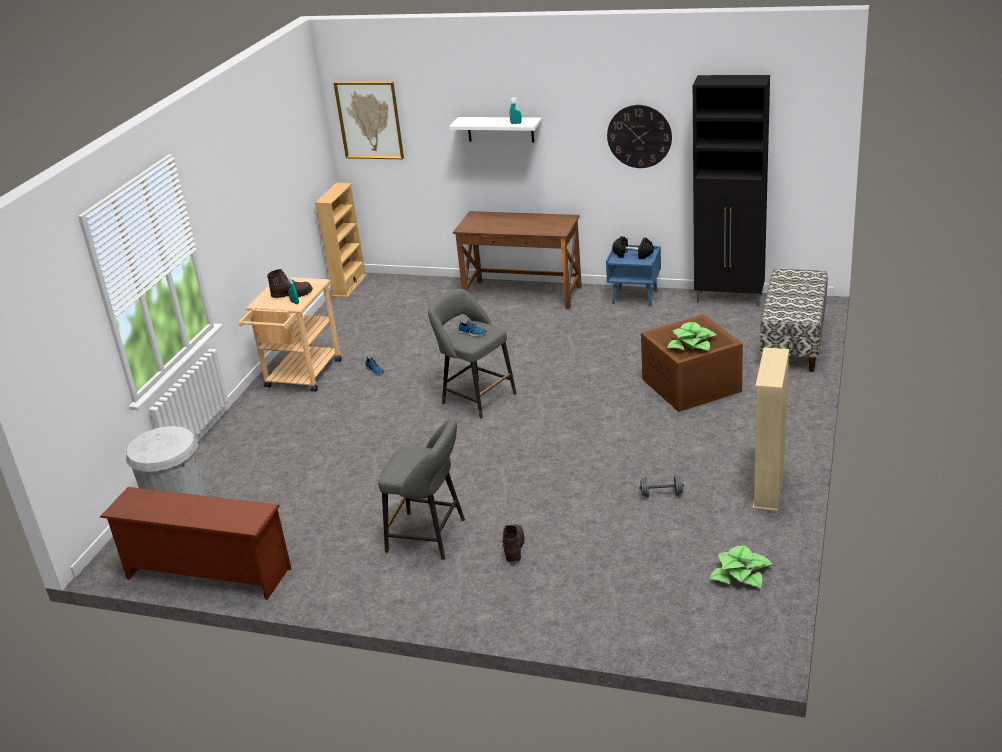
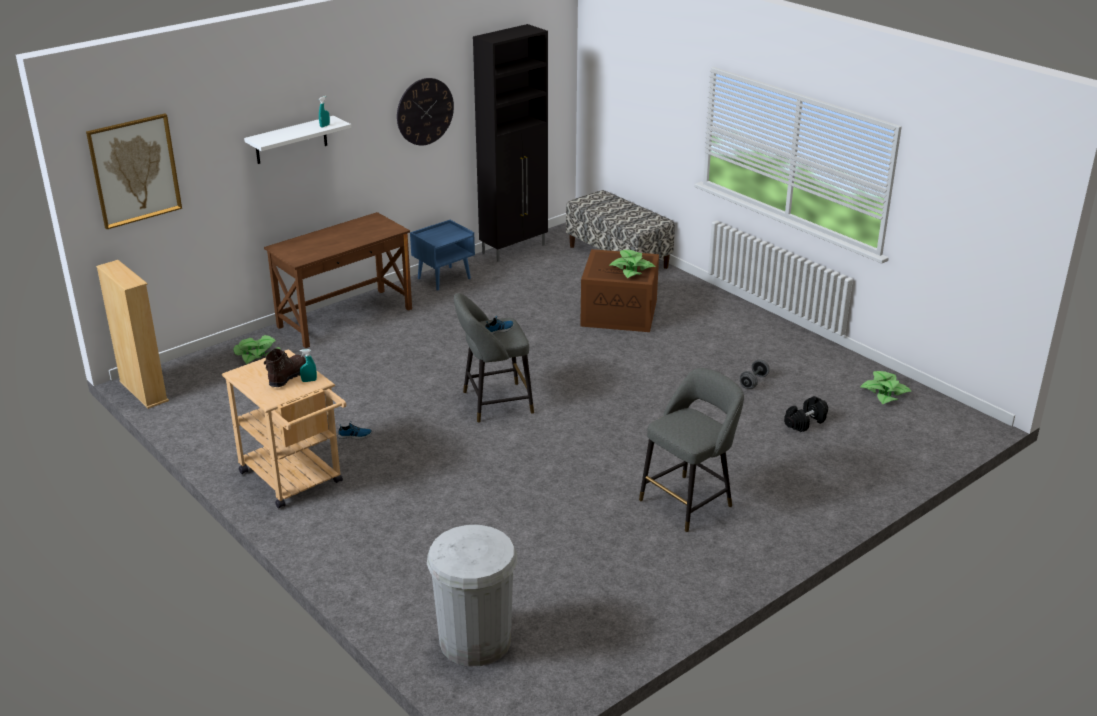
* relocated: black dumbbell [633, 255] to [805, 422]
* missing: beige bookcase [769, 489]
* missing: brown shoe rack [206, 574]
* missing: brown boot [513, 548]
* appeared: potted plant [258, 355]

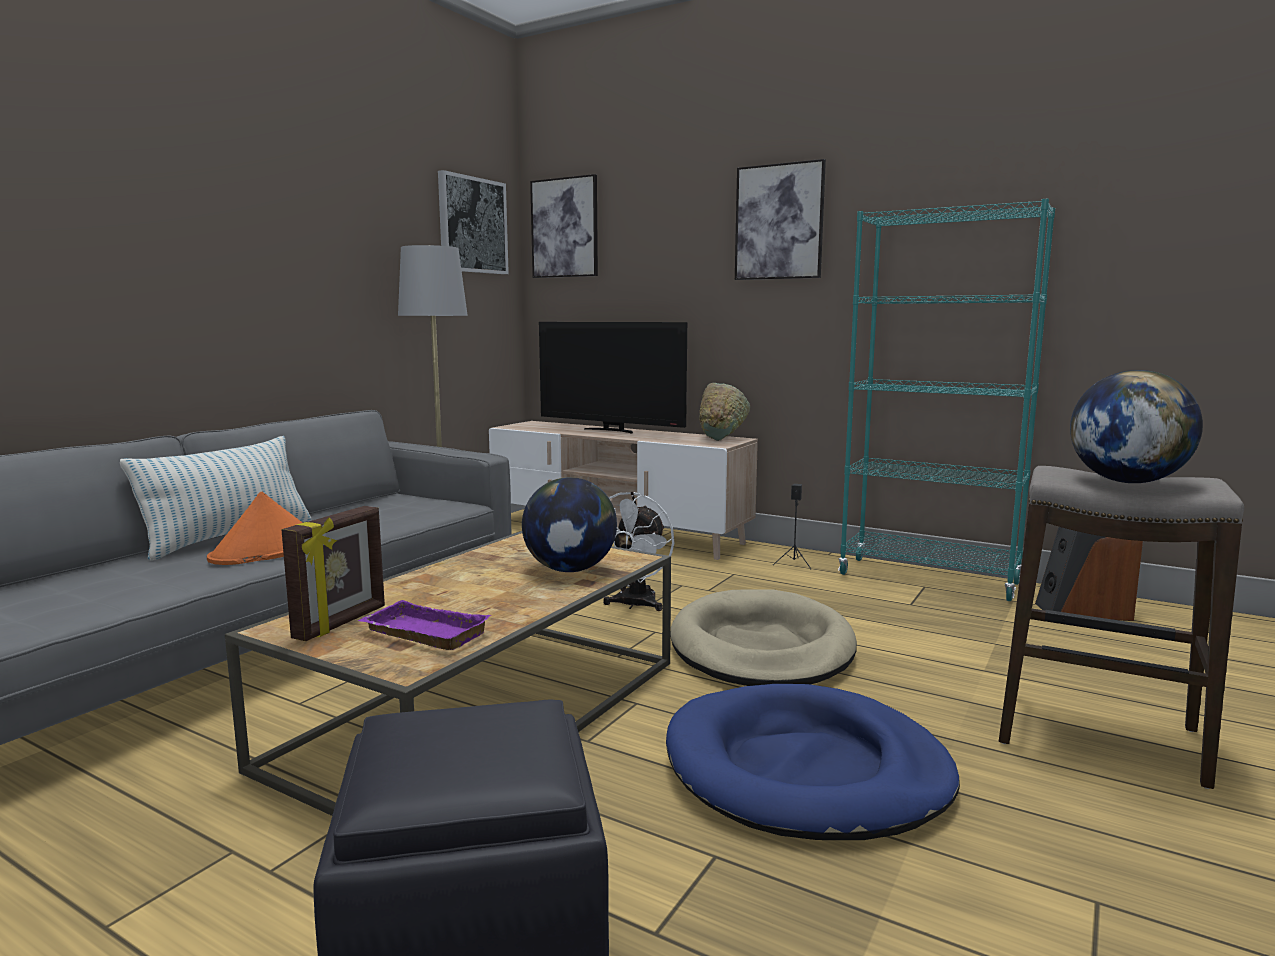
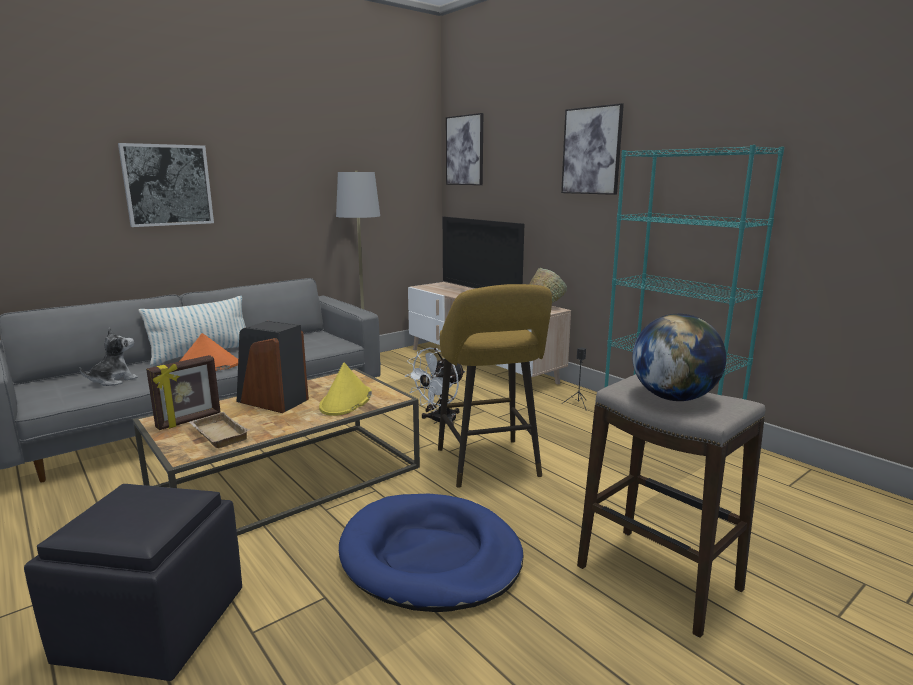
* relocated: picture [472, 225] to [167, 185]
* exchanged: globe [570, 570] to yellow hat [346, 401]
* relocated: speaker [1083, 611] to [272, 401]
* exchanged: beige dog bed [761, 647] to yellow stool [489, 465]
* colour: purple tray [421, 634] to beige tray [217, 435]
* appeared: plush toy [113, 380]

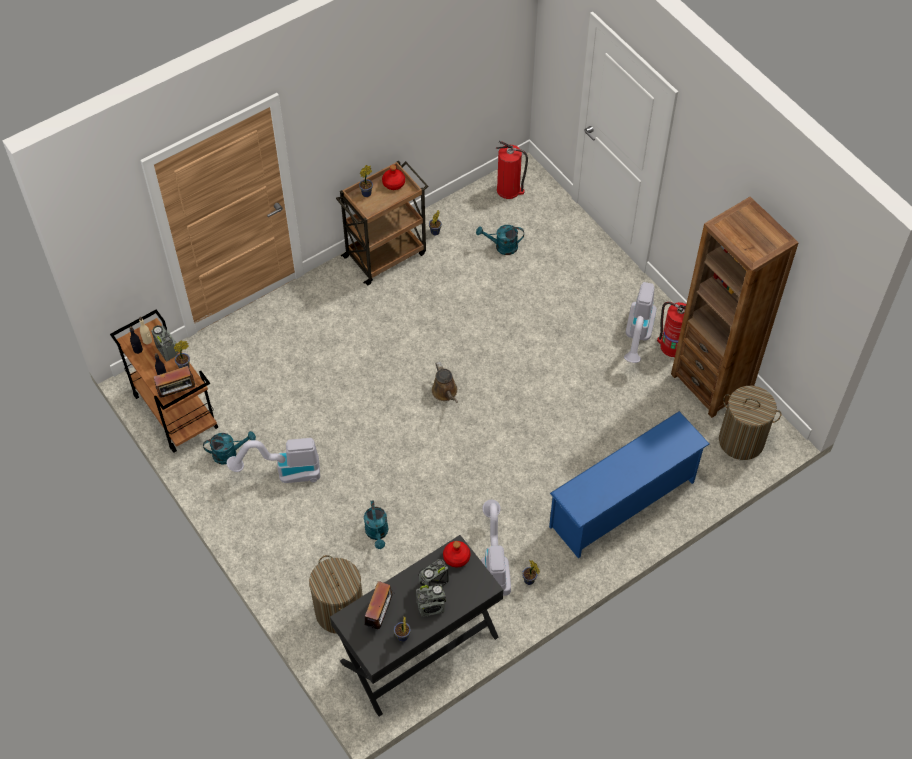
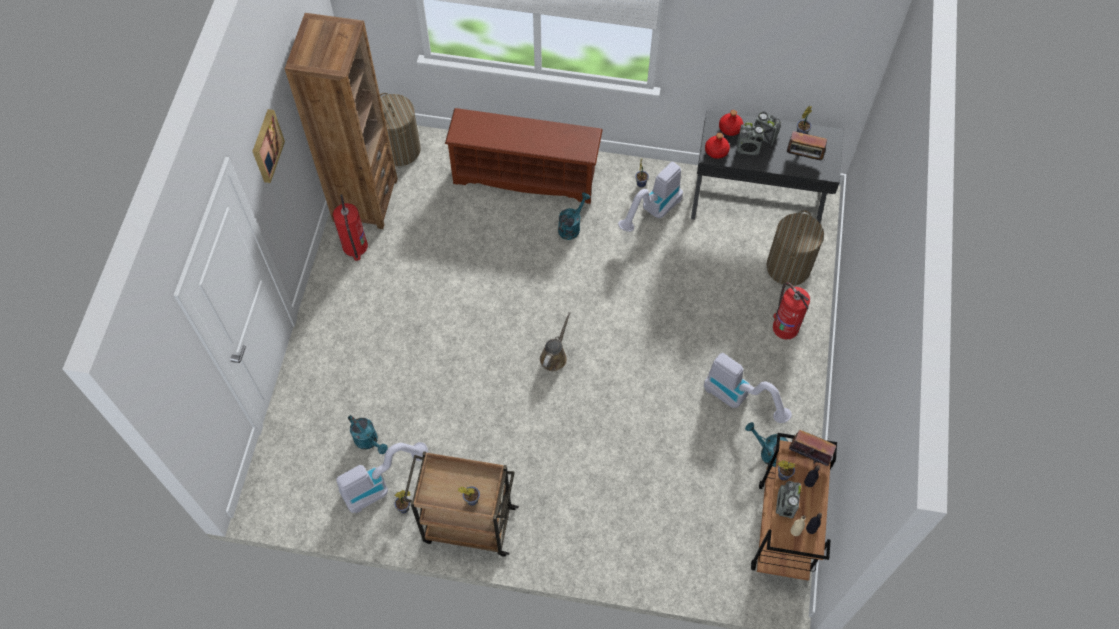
* relocated: fire extinguisher [509, 190] to [785, 327]
* relocated: red bottle [393, 183] to [730, 128]
* relocated: vacuum cleaner [637, 337] to [379, 484]
* colour: blue shoe rack [623, 505] to brown shoe rack [526, 176]
* relocated: turquoise watering can [377, 533] to [571, 226]
* spun: radio [379, 614] = [803, 158] 135 degrees counterclockwise
* appeared: picture [266, 145]

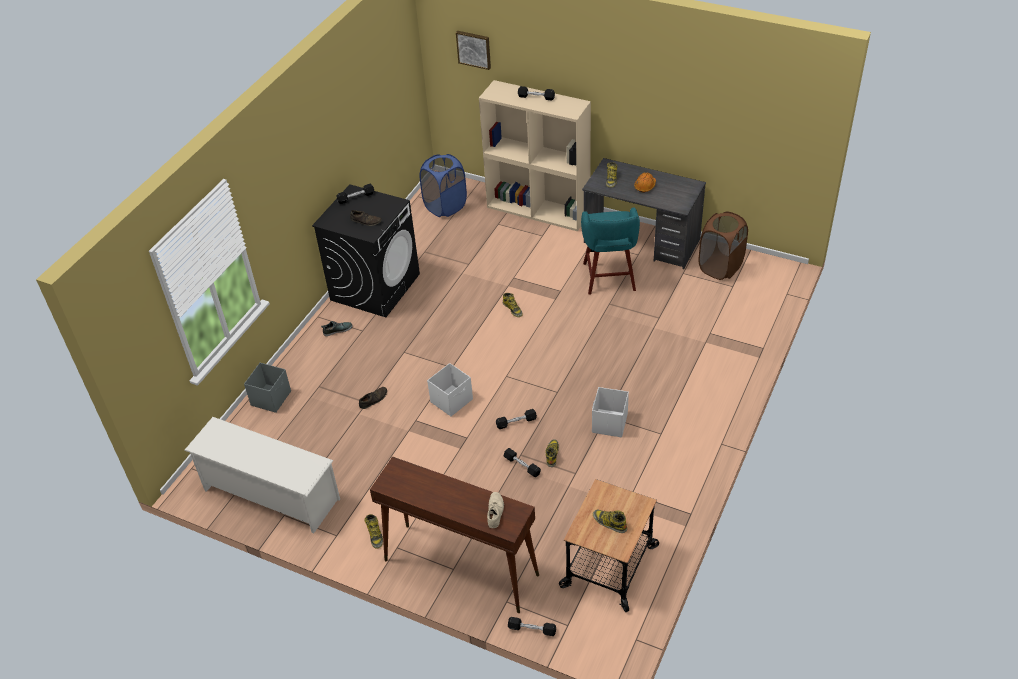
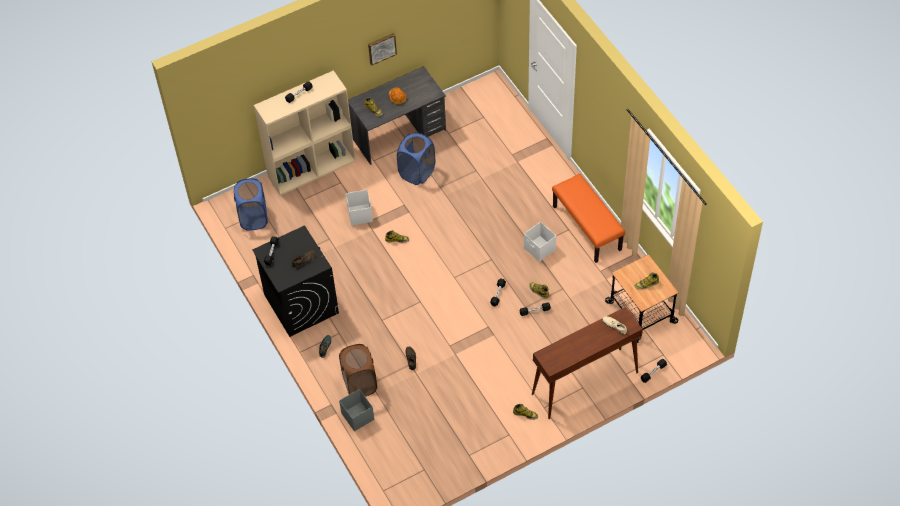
* relocated: picture [474, 49] to [381, 48]
* exchanged: turquoise stool [609, 278] to blue laundry basket [417, 172]
* relocated: brown laundry basket [720, 267] to [359, 384]
* relocated: white storage box [452, 400] to [360, 214]
* missing: white shoe rack [270, 494]
* appeared: orange bench [587, 228]

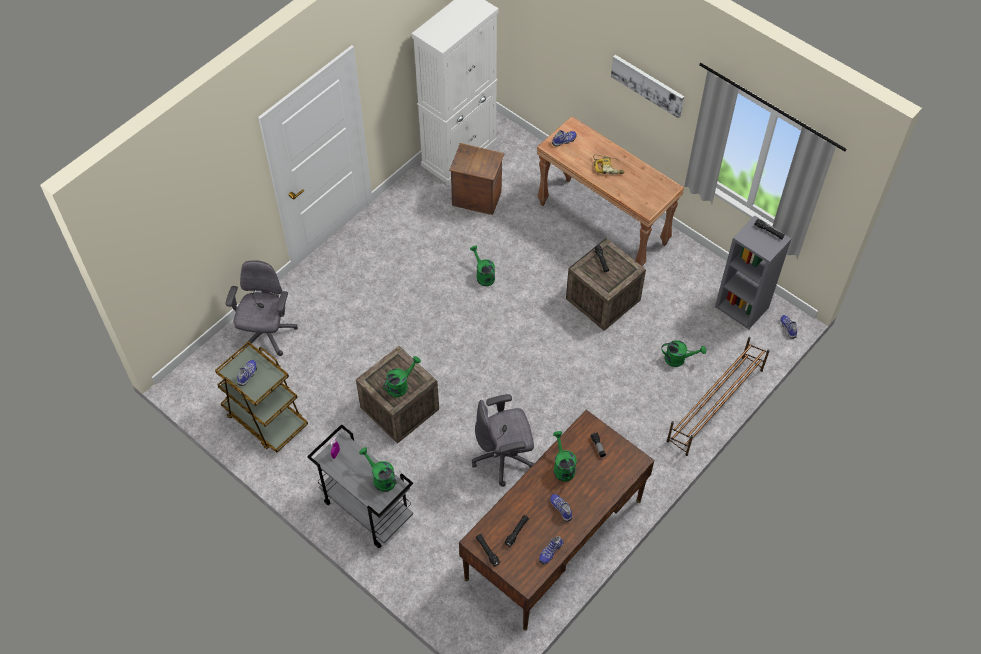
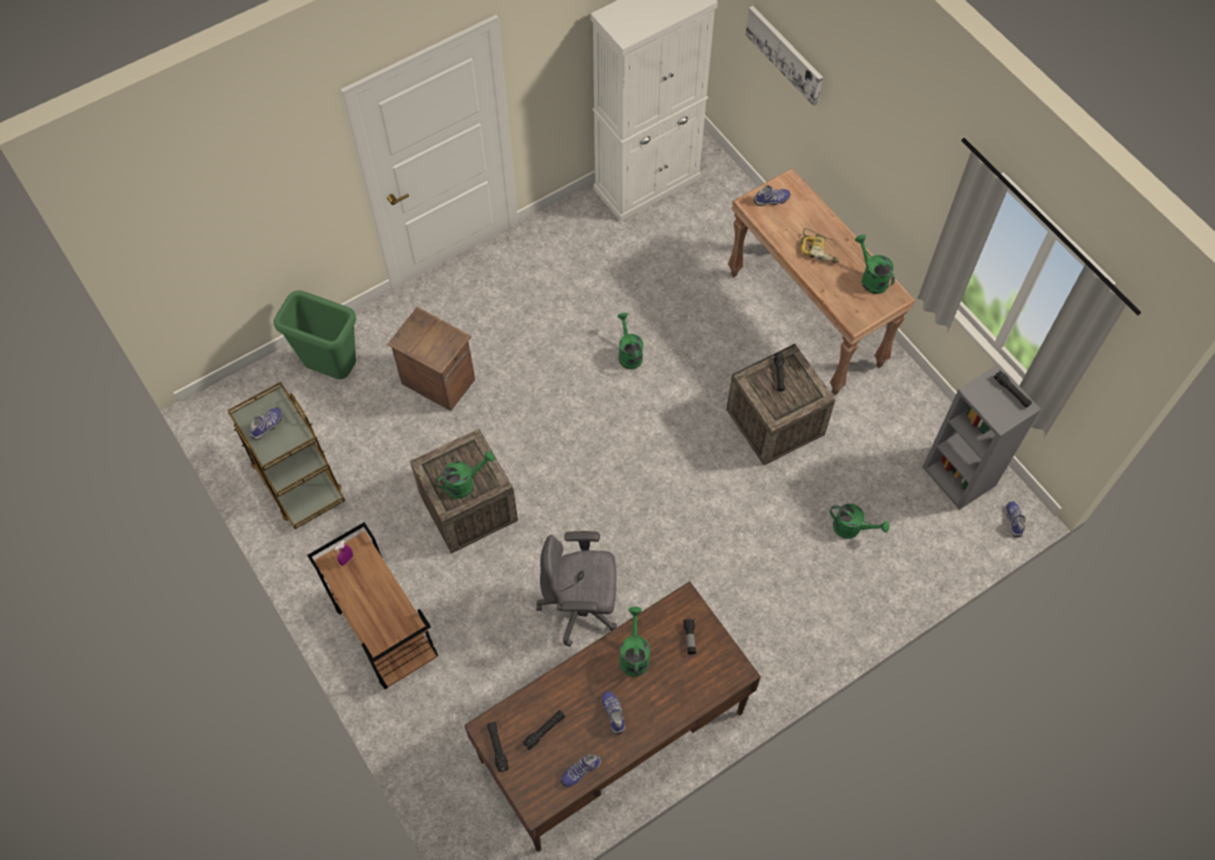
* relocated: picture [648, 85] to [785, 54]
* relocated: crate [477, 199] to [438, 383]
* exchanged: grey office chair [267, 334] to green trash can [333, 369]
* missing: brown shoe rack [714, 405]
* colour: grey cart [366, 509] to brown cart [385, 632]
* relocated: green watering can [381, 478] to [871, 278]

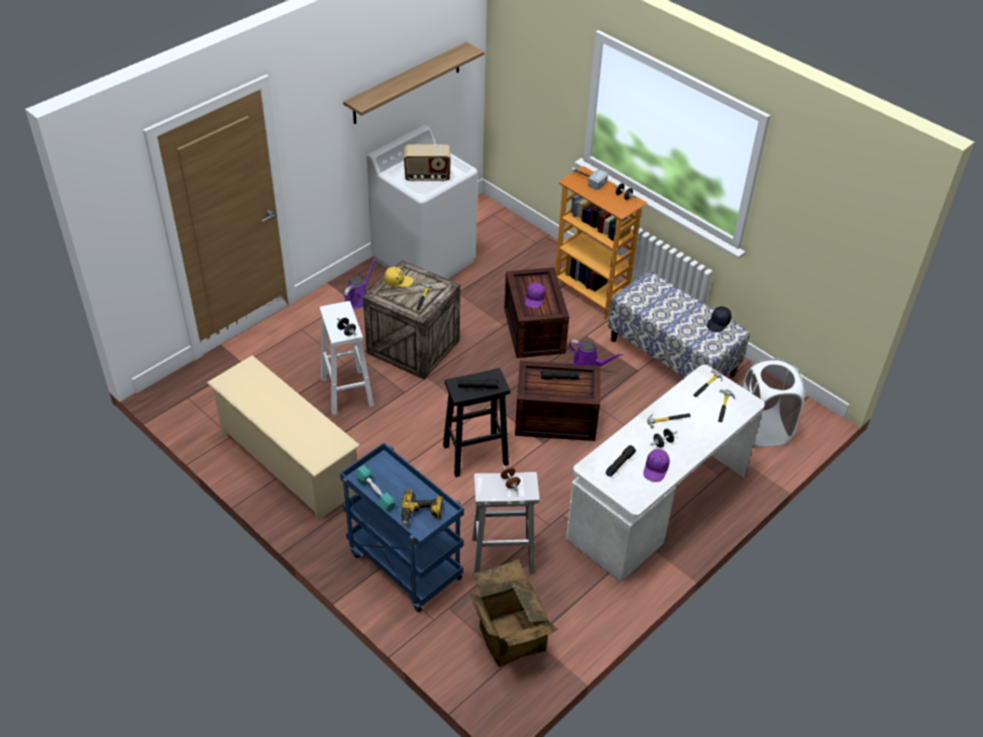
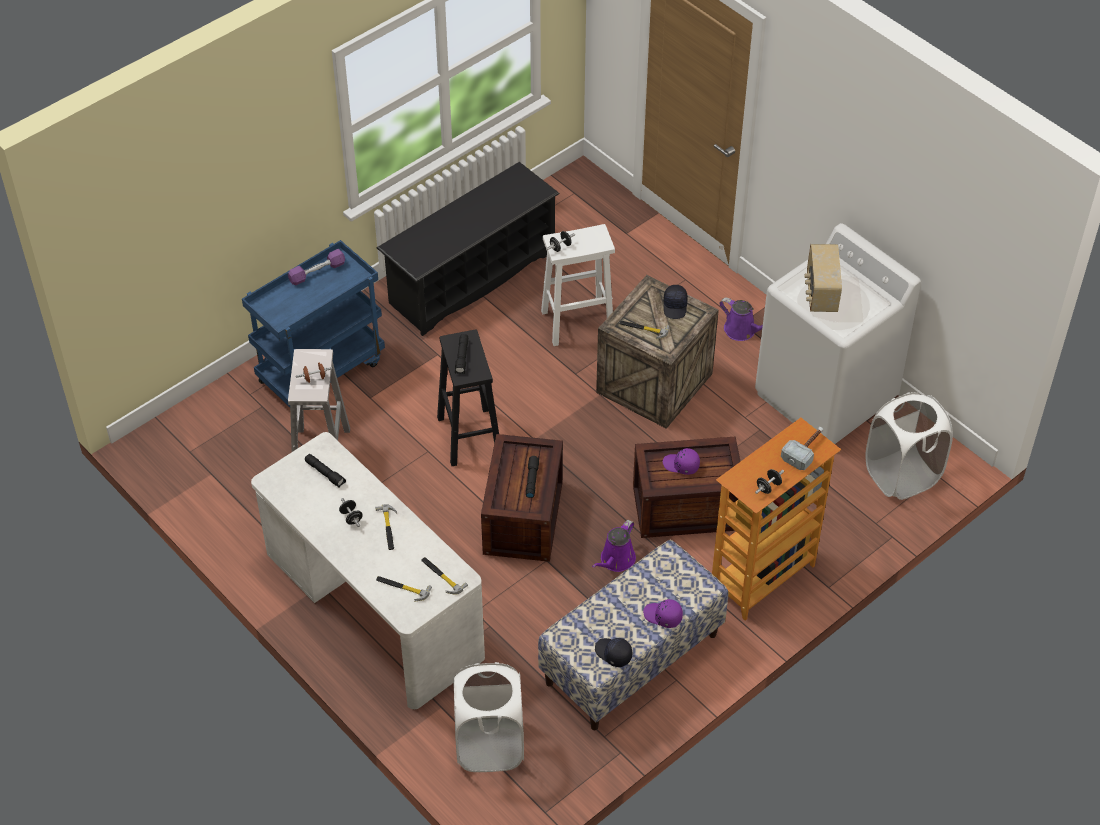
* missing: shelf [407, 83]
* colour: yellow cap [398, 281] to black cap [675, 306]
* colour: beige shoe rack [288, 463] to black shoe rack [471, 277]
* relocated: purple cap [656, 469] to [663, 616]
* colour: turquoise dumbbell [375, 493] to purple dumbbell [317, 272]
* missing: power drill [421, 513]
* missing: cardboard box [508, 638]
* appeared: white laundry basket [901, 475]

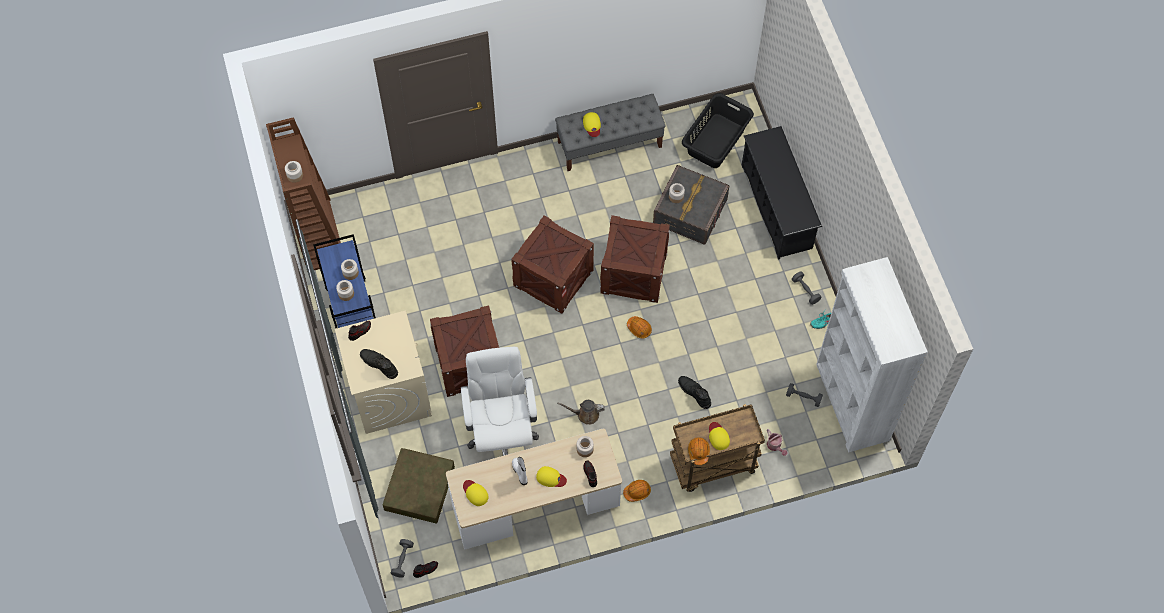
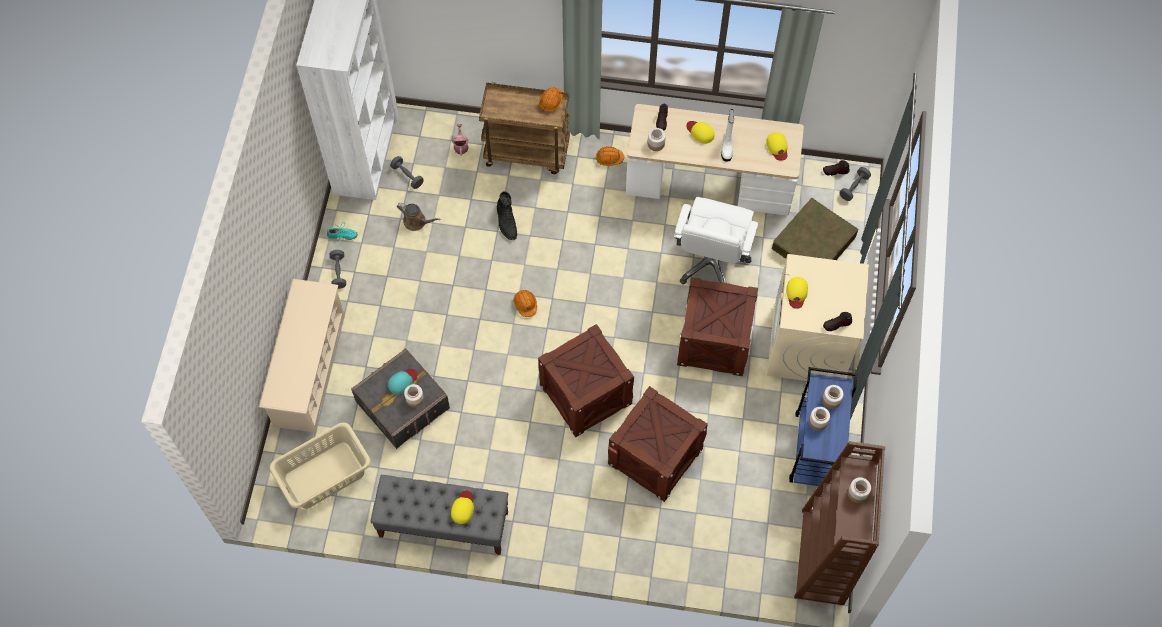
* colour: black laundry basket [715, 141] to beige laundry basket [325, 475]
* colour: black shoe rack [777, 207] to beige shoe rack [309, 370]
* relocated: crate [634, 273] to [655, 456]
* missing: black boot [379, 364]
* relocated: brown watering can [585, 414] to [417, 222]
* relocated: yellow cap [718, 436] to [796, 293]
* appeared: turquoise cap [402, 381]

